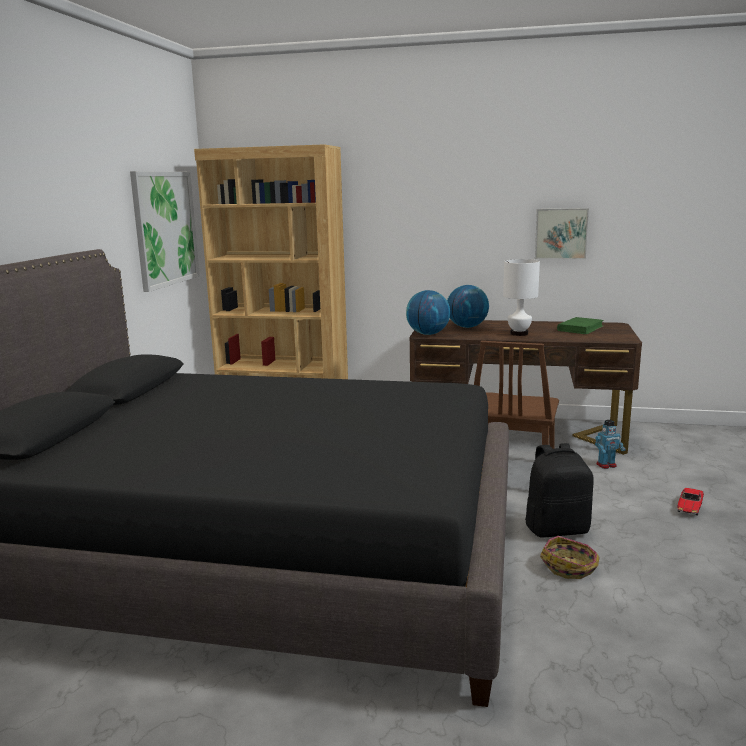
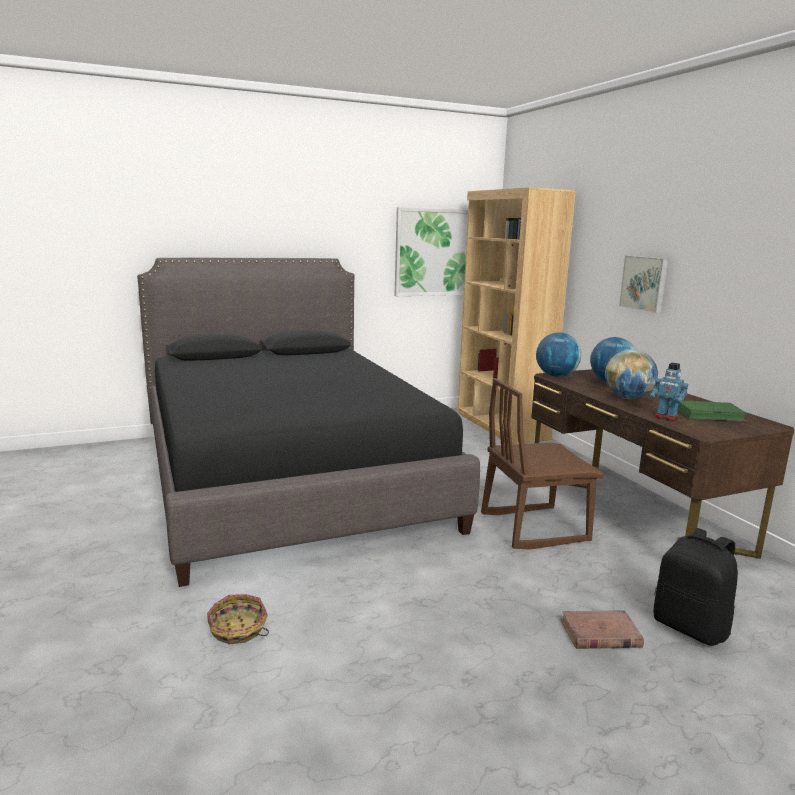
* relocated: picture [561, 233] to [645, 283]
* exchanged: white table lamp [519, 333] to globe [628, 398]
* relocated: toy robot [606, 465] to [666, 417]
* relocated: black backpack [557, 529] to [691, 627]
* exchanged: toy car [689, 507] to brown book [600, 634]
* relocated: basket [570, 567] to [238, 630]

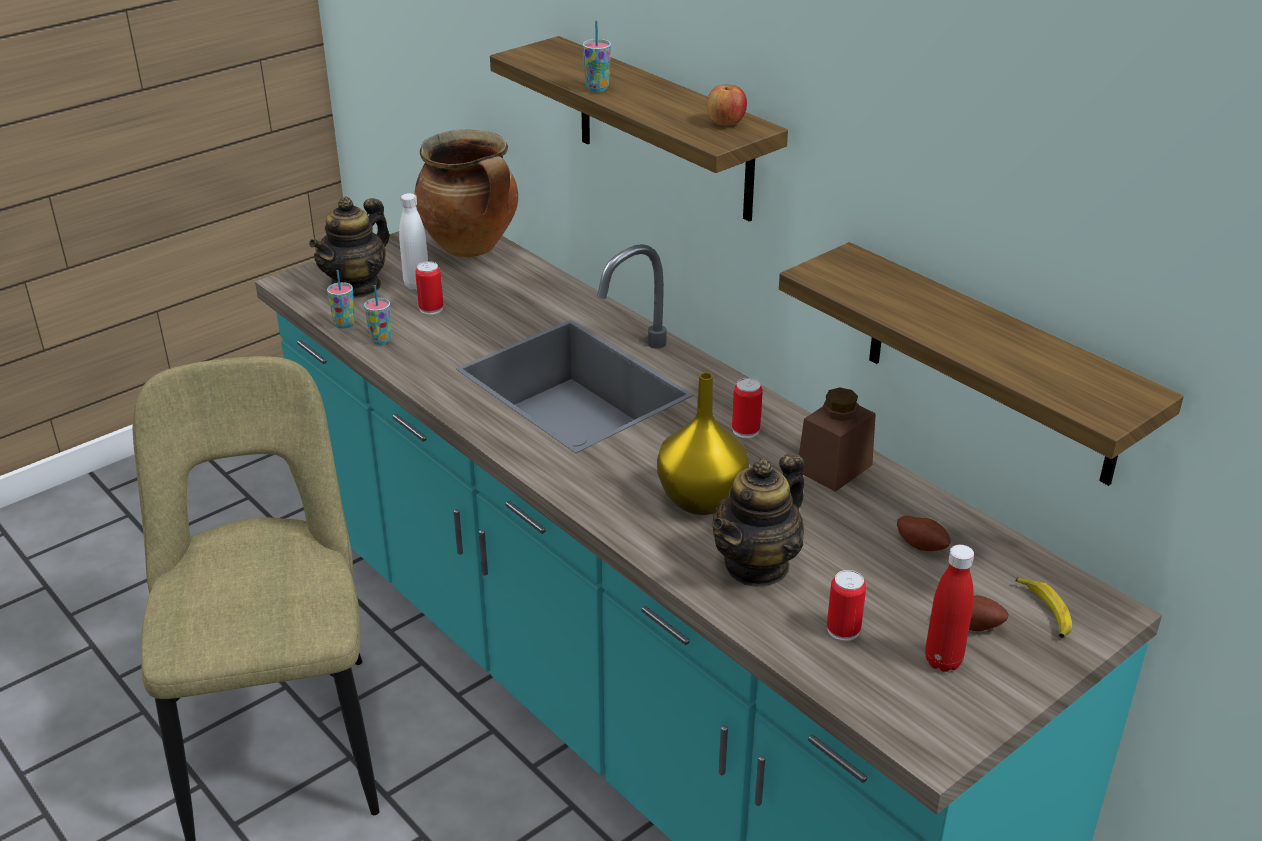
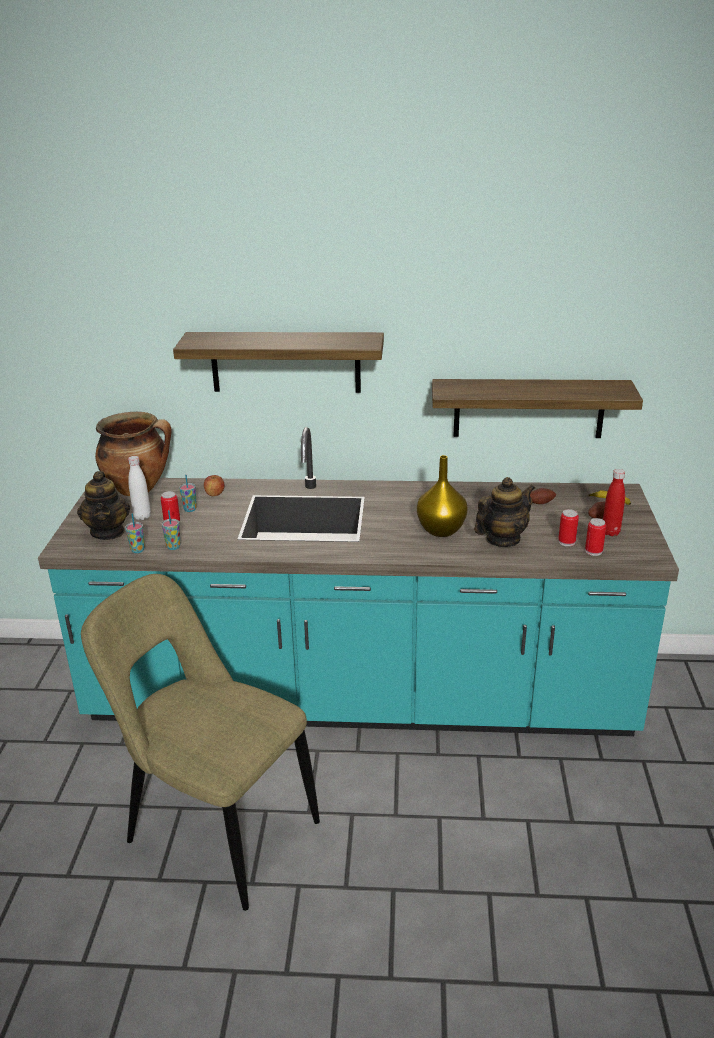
* relocated: cup [597, 89] to [190, 509]
* relocated: apple [726, 123] to [214, 494]
* relocated: can [745, 430] to [593, 551]
* missing: brown jar [834, 468]
* spun: teapot [757, 565] = [502, 539] 120 degrees counterclockwise

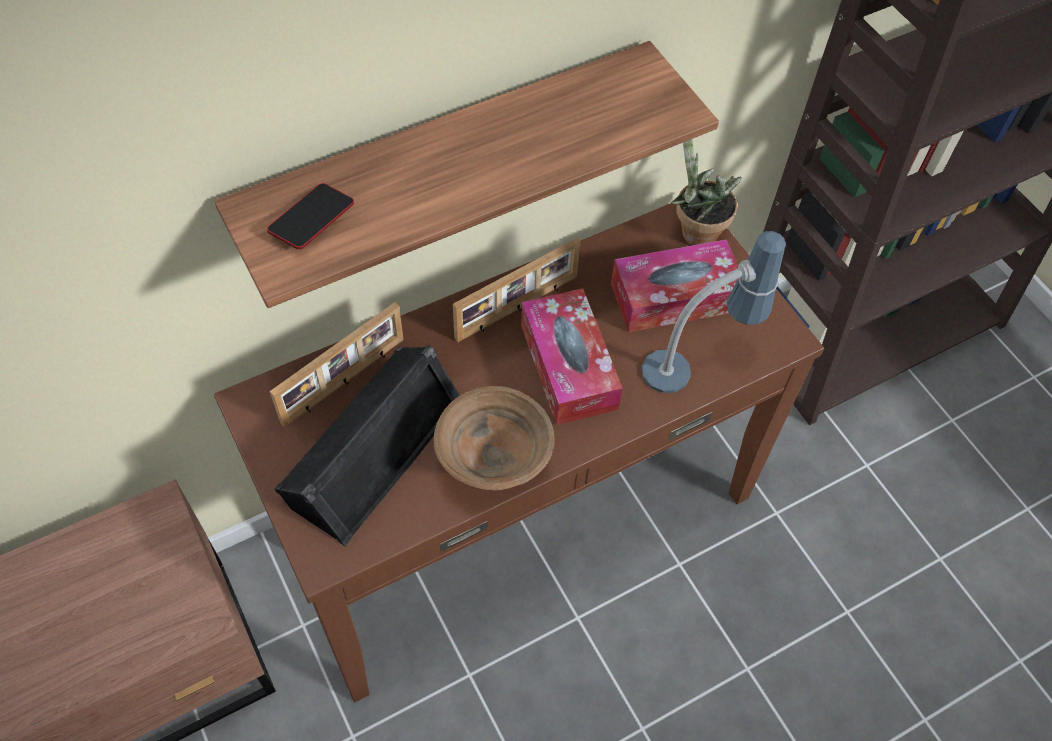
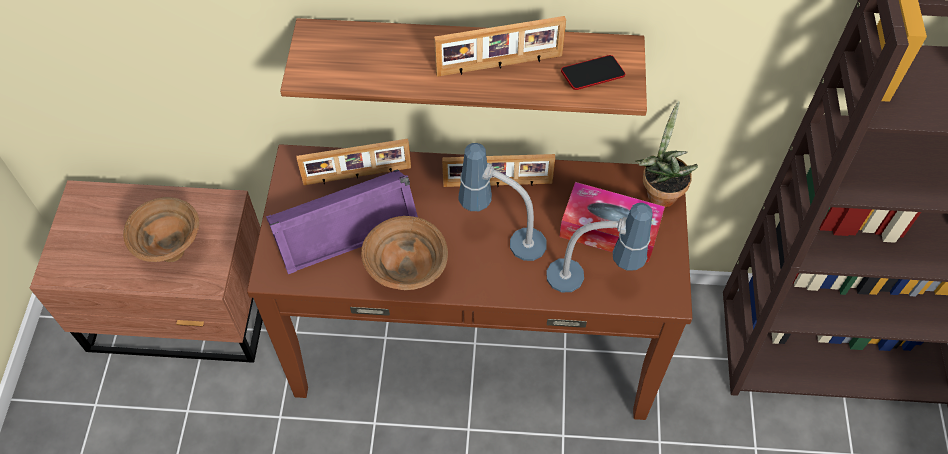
* relocated: phone [312, 220] to [592, 75]
* exchanged: tissue box [568, 366] to table lamp [502, 238]
* colour: black speaker [371, 448] to purple speaker [344, 224]
* appeared: picture frame [499, 65]
* appeared: brown bowl [173, 250]

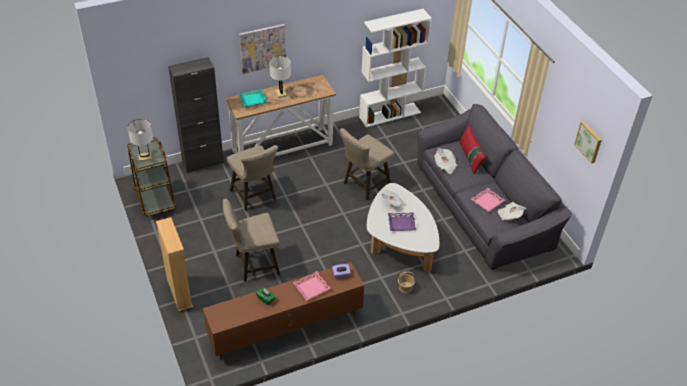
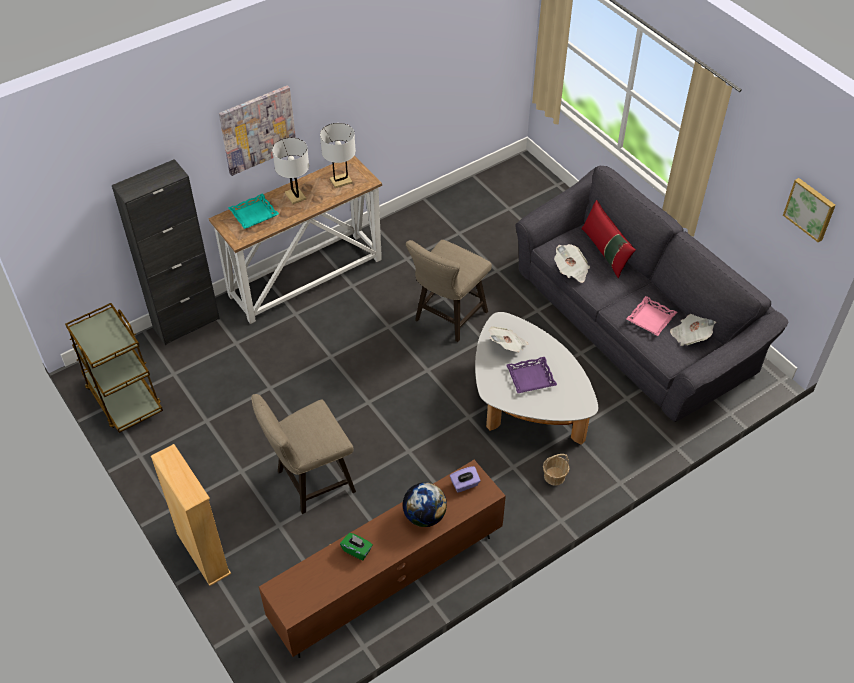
* missing: white bookcase [390, 114]
* relocated: white table lamp [145, 157] to [341, 181]
* missing: beige stool [255, 197]
* exchanged: pink tray [311, 287] to globe [424, 516]

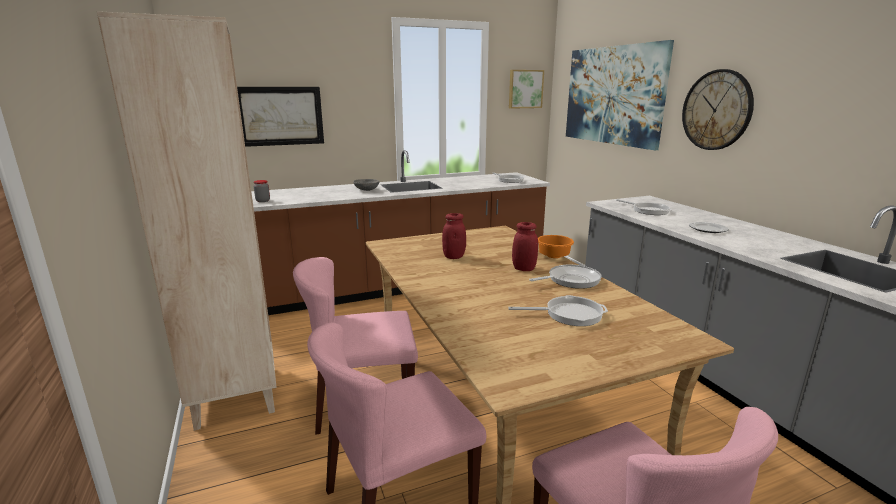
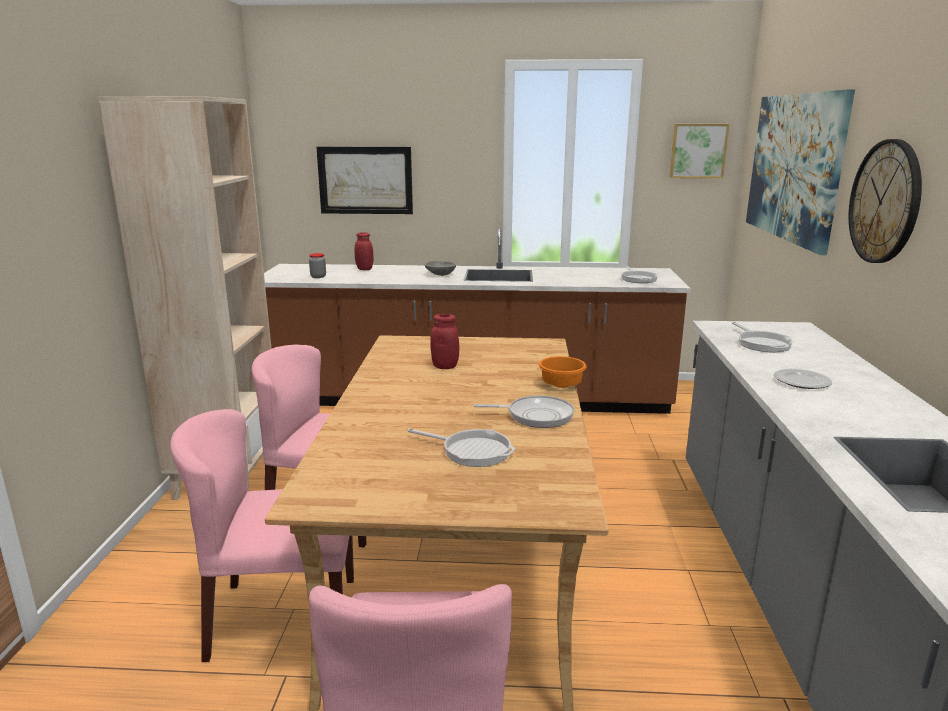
* relocated: red jar [524, 269] to [364, 269]

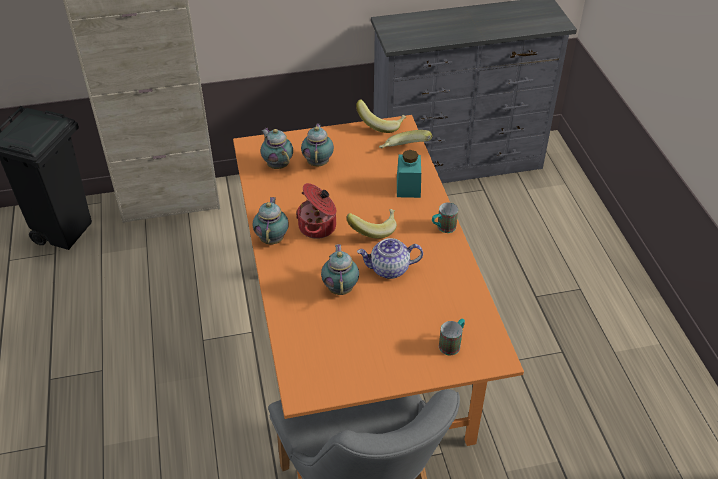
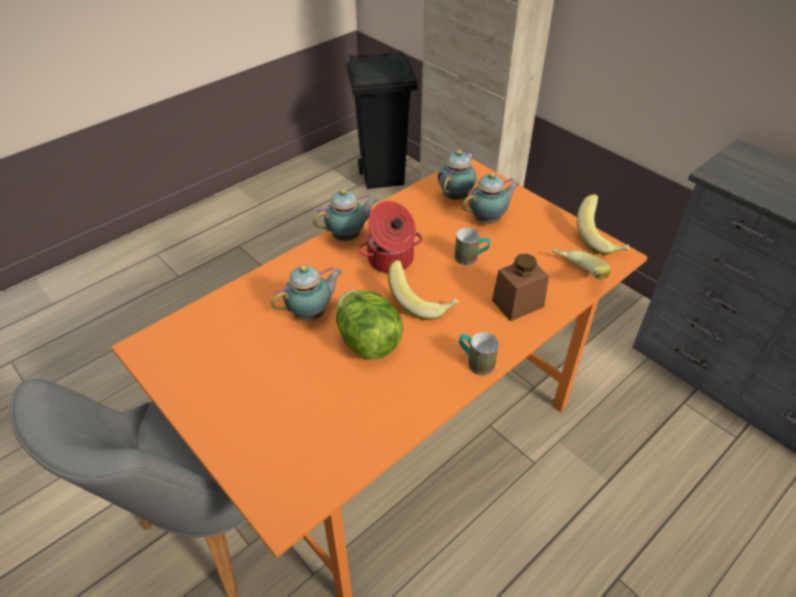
* colour: turquoise jar [408, 187] to brown jar [517, 303]
* exchanged: teapot [389, 269] to lettuce [368, 342]
* relocated: mug [452, 343] to [471, 258]

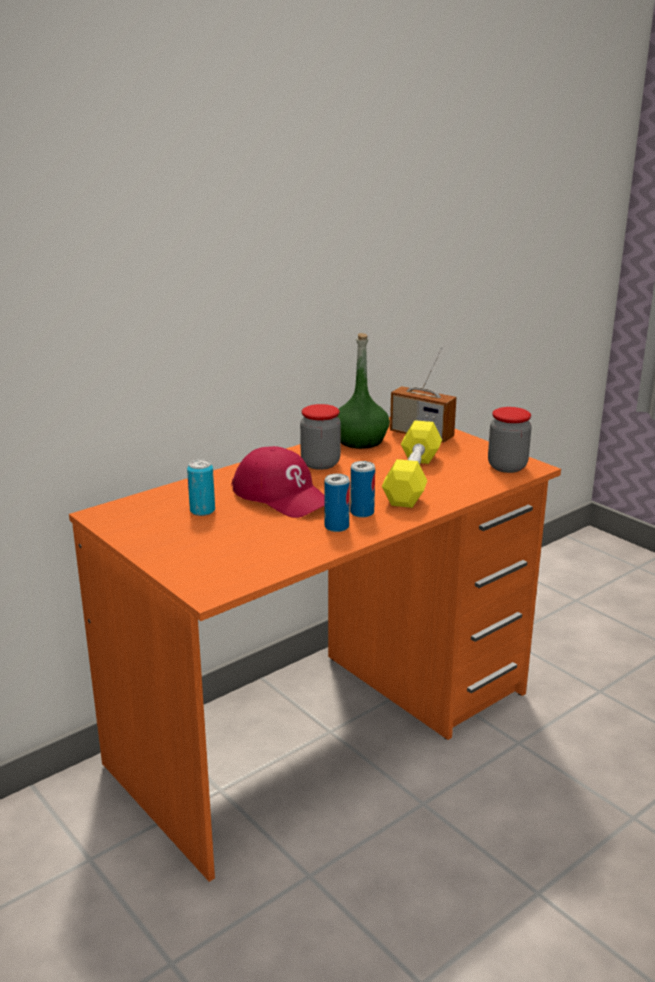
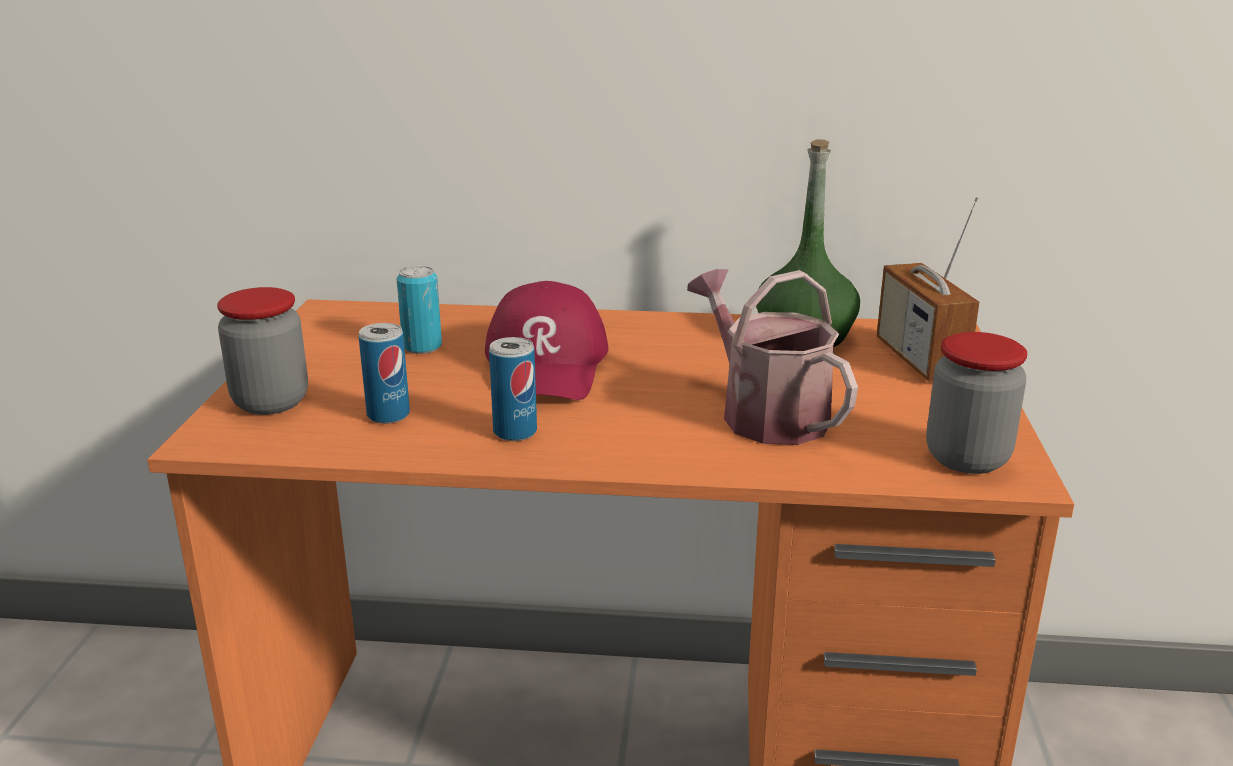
* relocated: jar [320, 463] to [271, 402]
* exchanged: yellow dumbbell [412, 478] to watering can [765, 413]
* relocated: can [362, 512] to [388, 415]

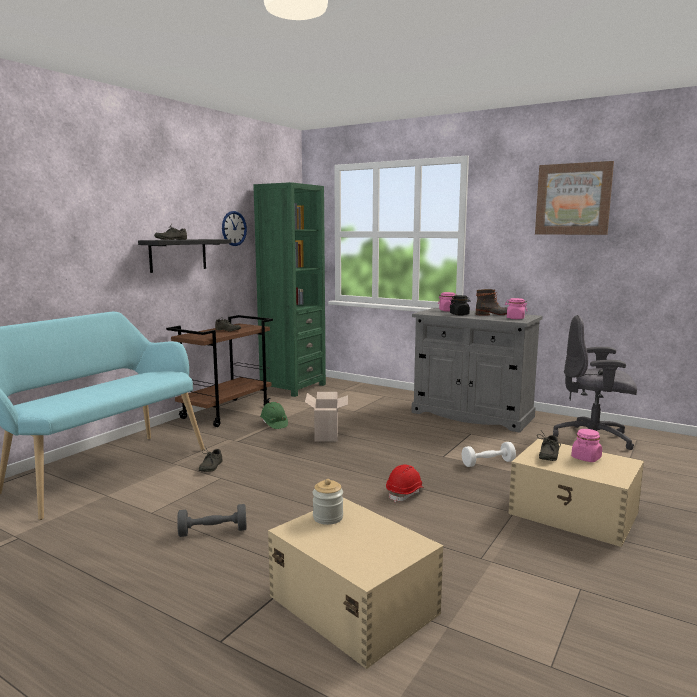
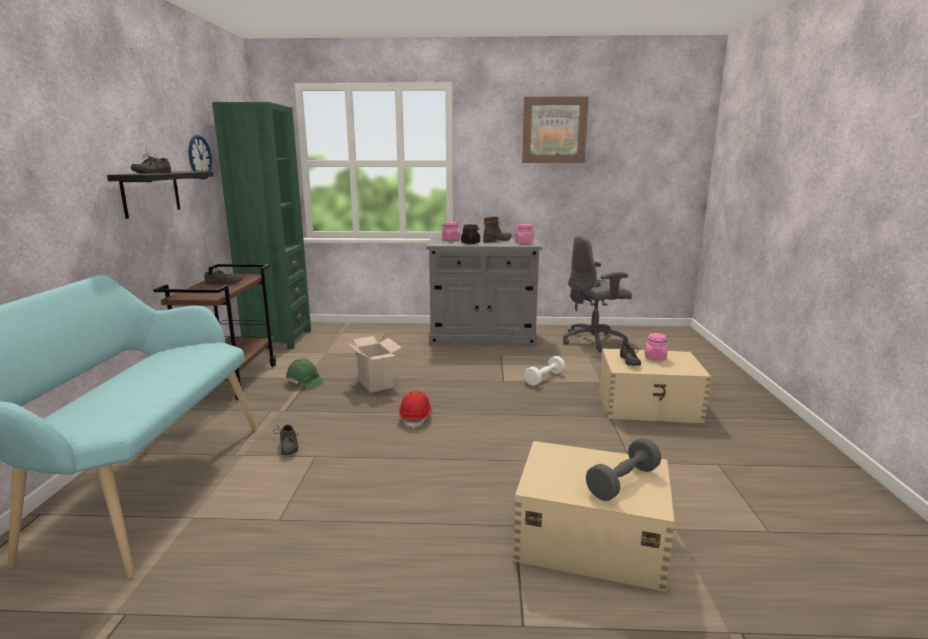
* relocated: red hard hat [405, 493] to [416, 418]
* missing: jar [328, 517]
* relocated: grey dumbbell [213, 531] to [623, 482]

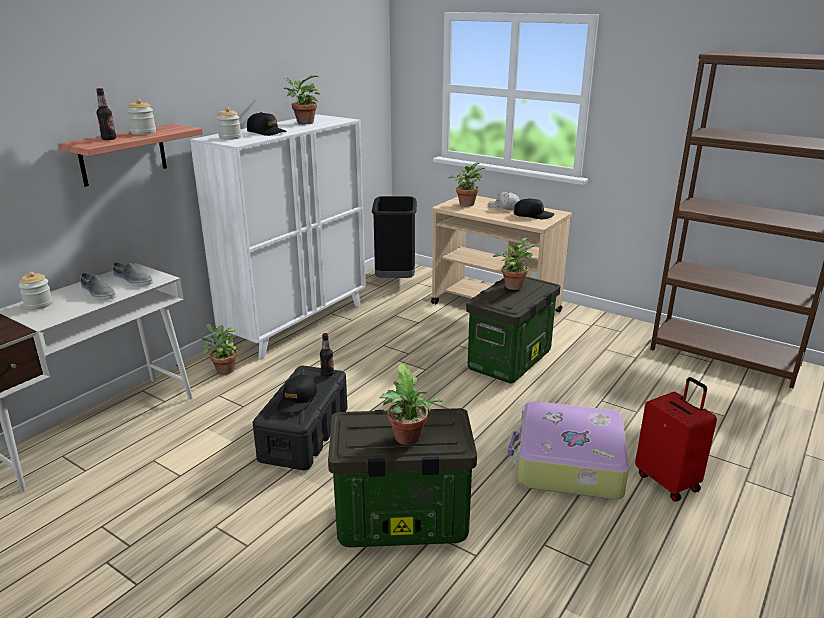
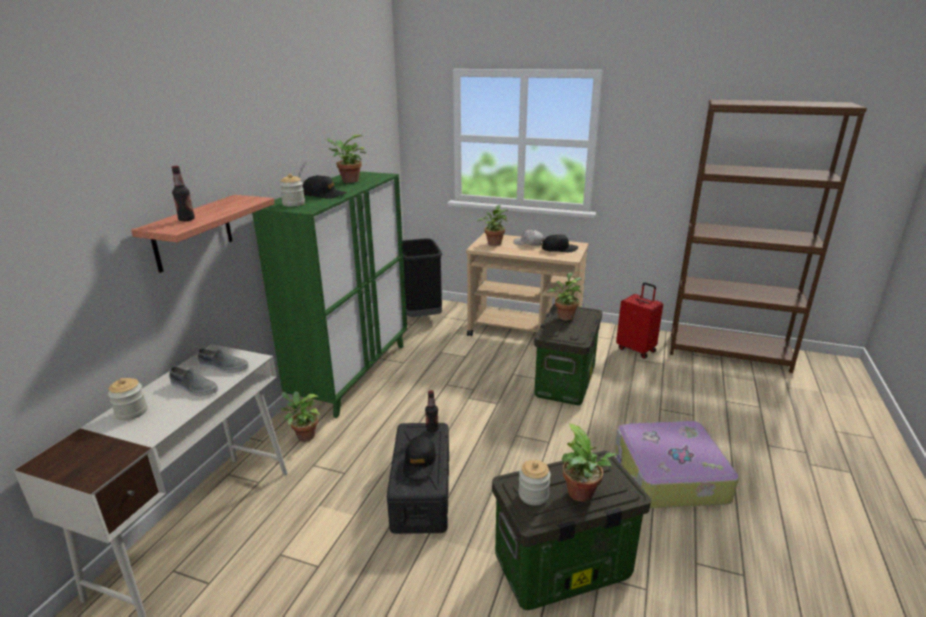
* relocated: jar [143, 133] to [533, 495]
* colour: white cabinet [297, 324] to green cabinet [352, 374]
* relocated: red suitcase [668, 481] to [636, 349]

